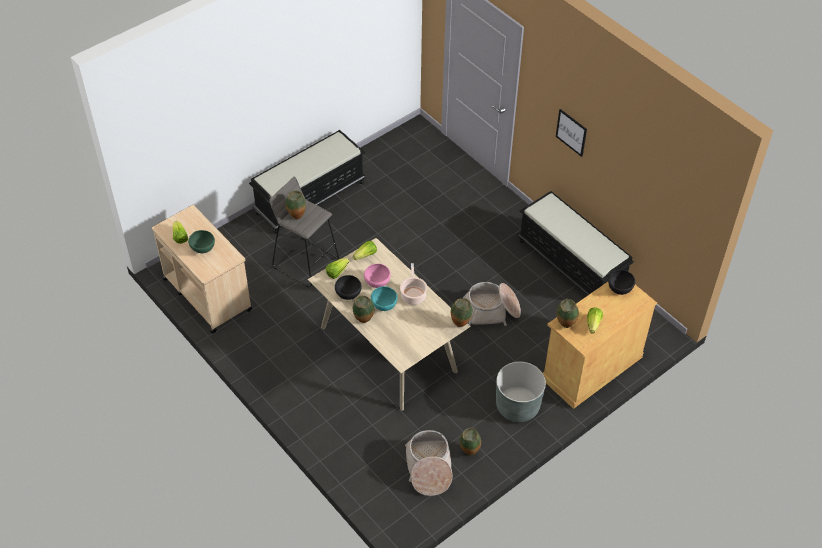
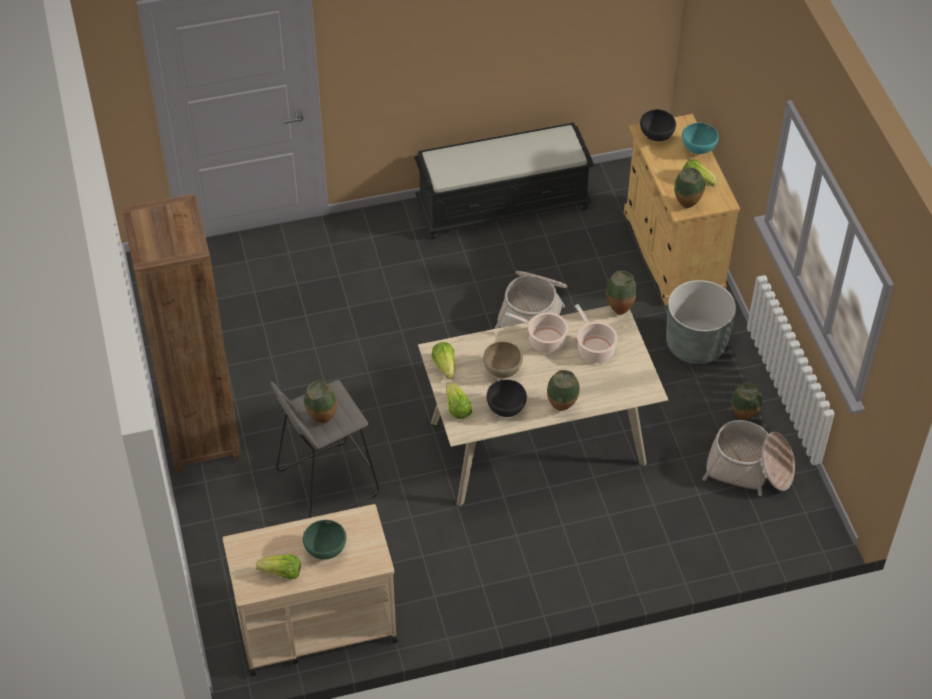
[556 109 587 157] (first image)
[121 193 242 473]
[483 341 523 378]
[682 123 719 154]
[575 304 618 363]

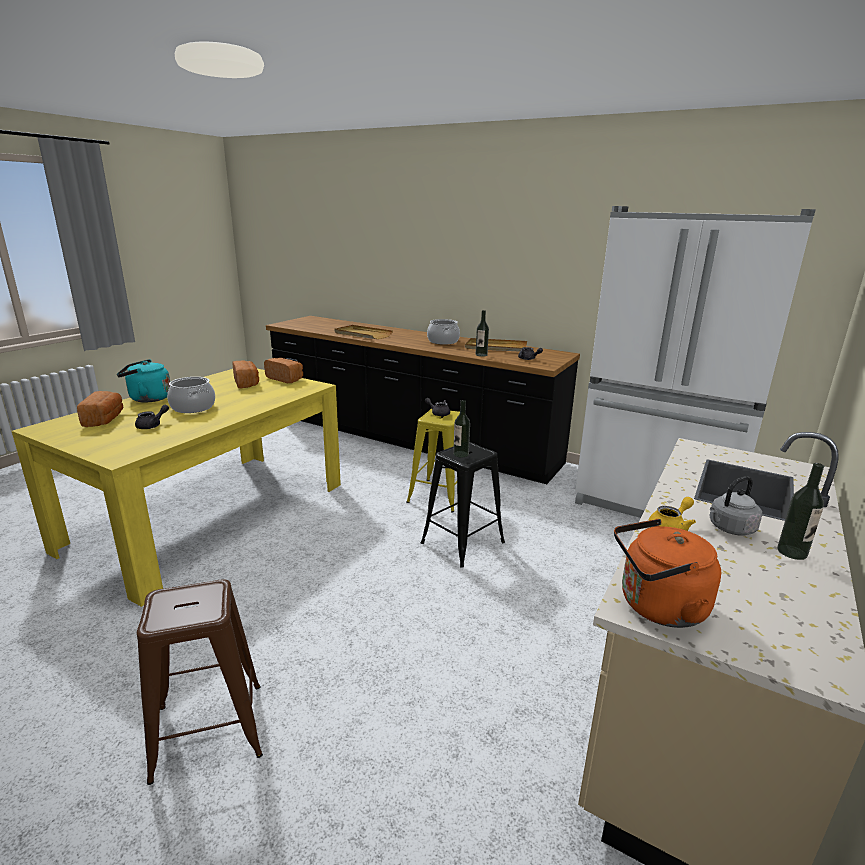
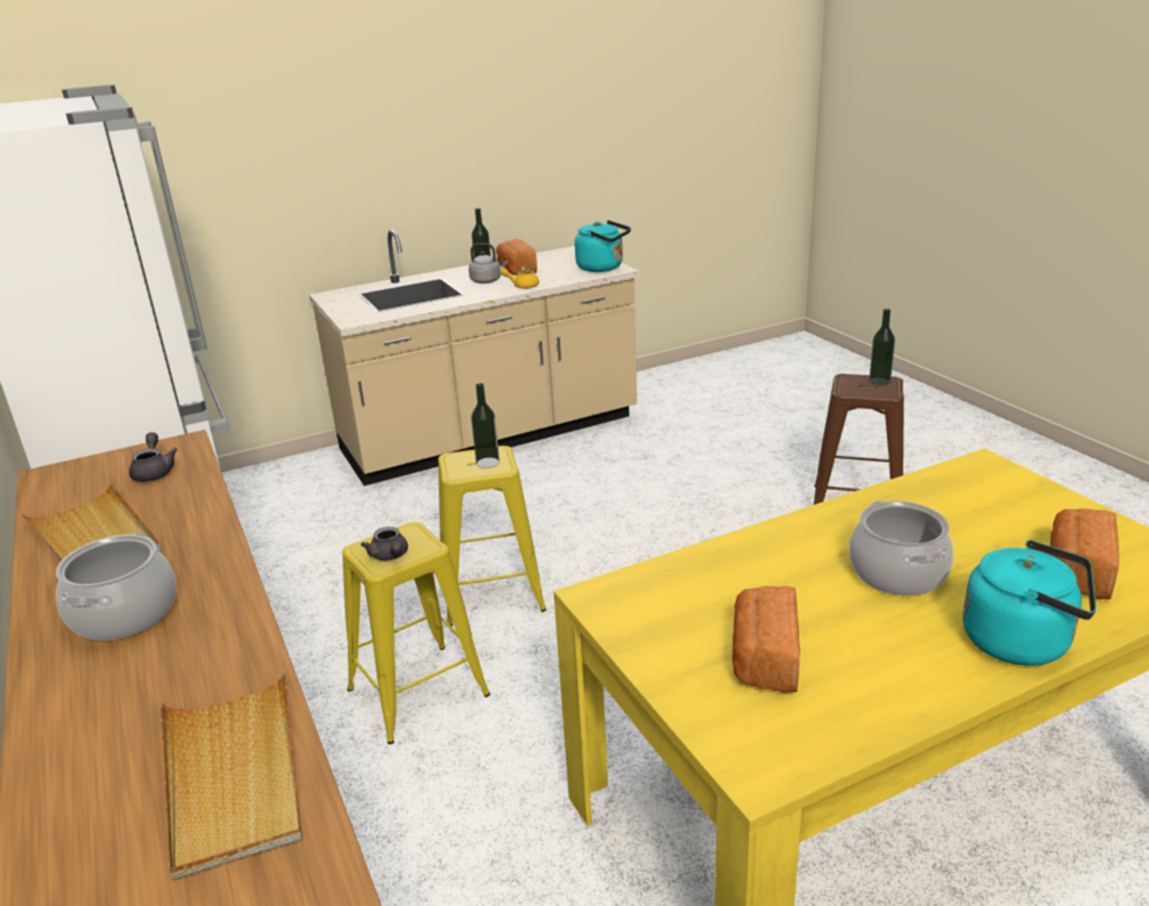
[869 309 895 386]
[496 239 537 275]
[135 405 169 429] (first image)
[438 446 546 626]
[575 220 631 272]

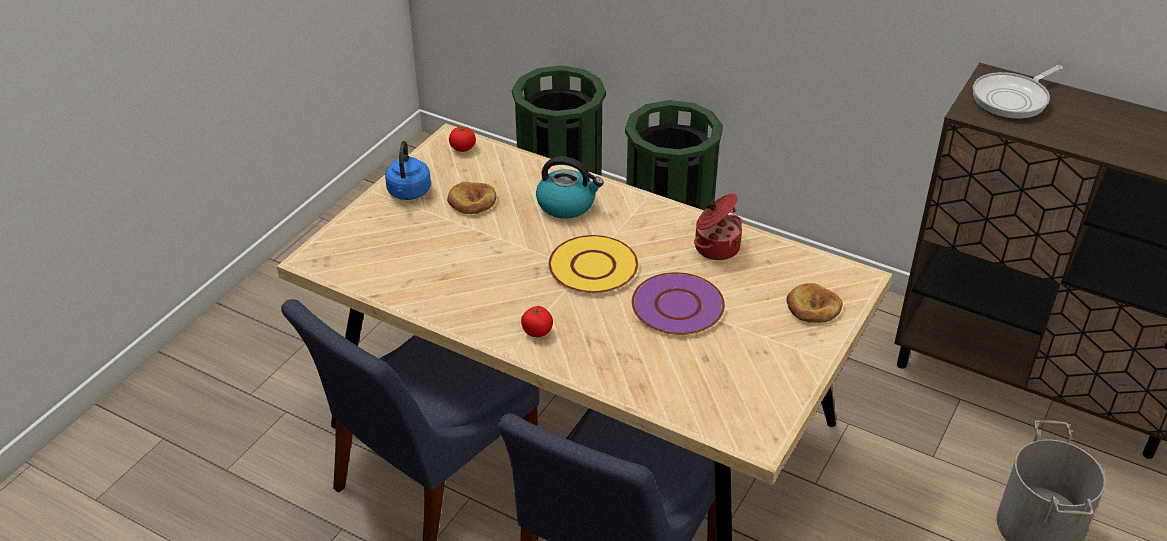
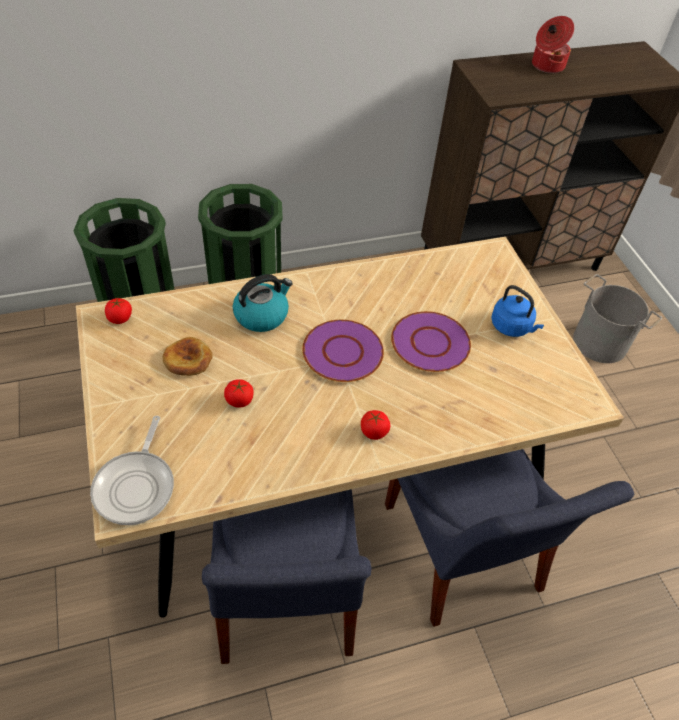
[90 416 174 525]
[491 285 544 337]
[532 16 574 73]
[302 320 384 382]
[786 283 843 323] (first image)
[224 379 254 408]

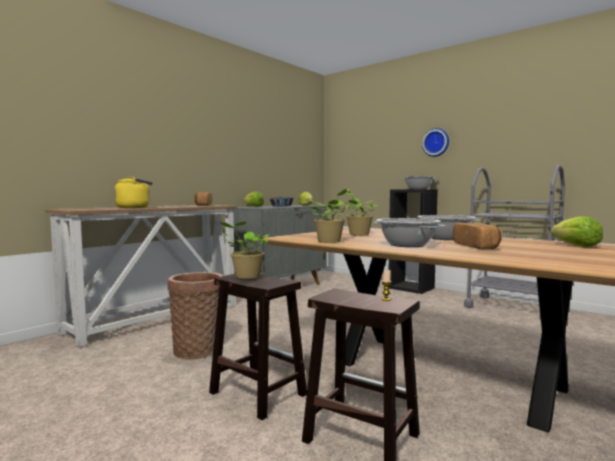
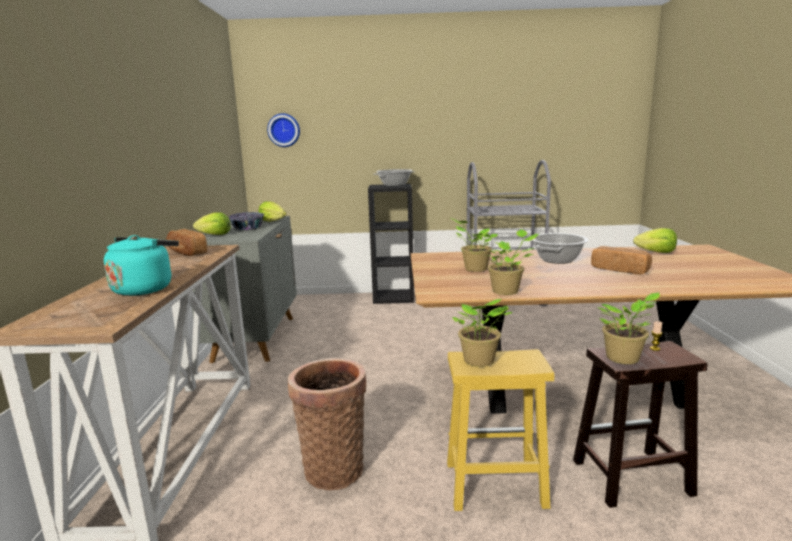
[267 113 300 147]
[104 235 179 296]
[374 218 446 247] (first image)
[447 349 554 511]
[597 292 660 364]

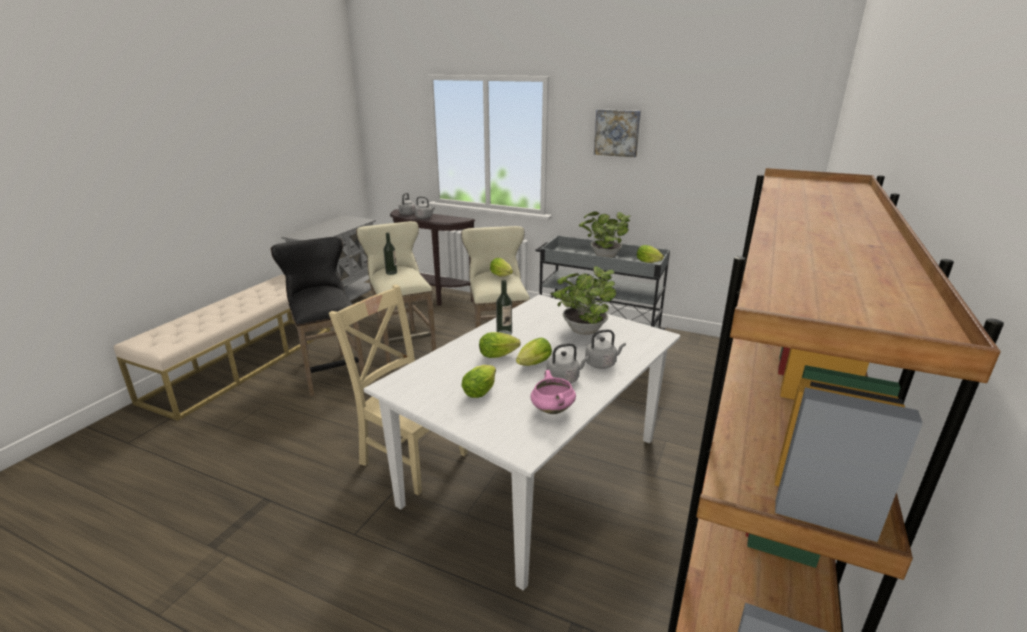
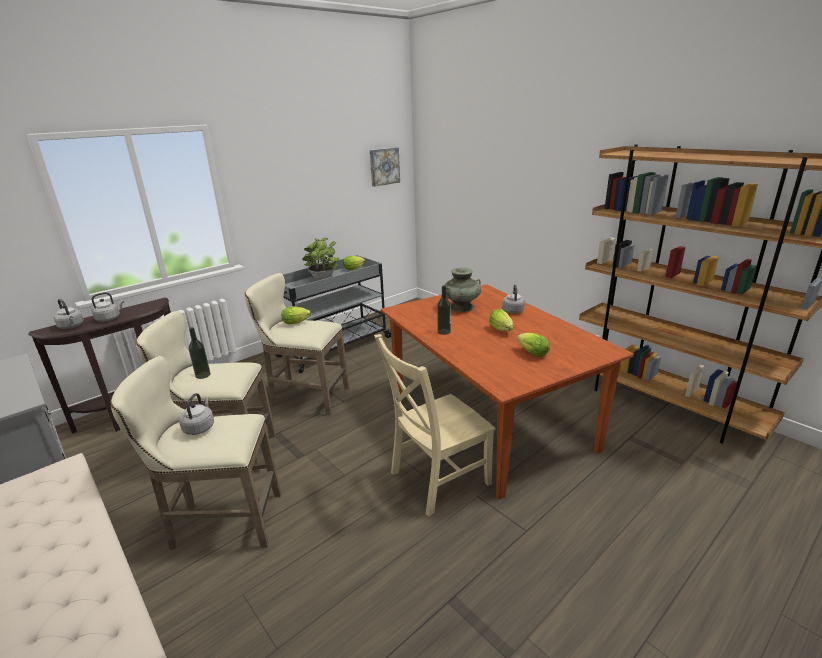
[370 147 400 187]
[110 356 281 550]
[444 267 481 312]
[381 284 634 500]
[479 332 521 358] (first image)
[179 393 214 435]
[530 370 576 414] (first image)

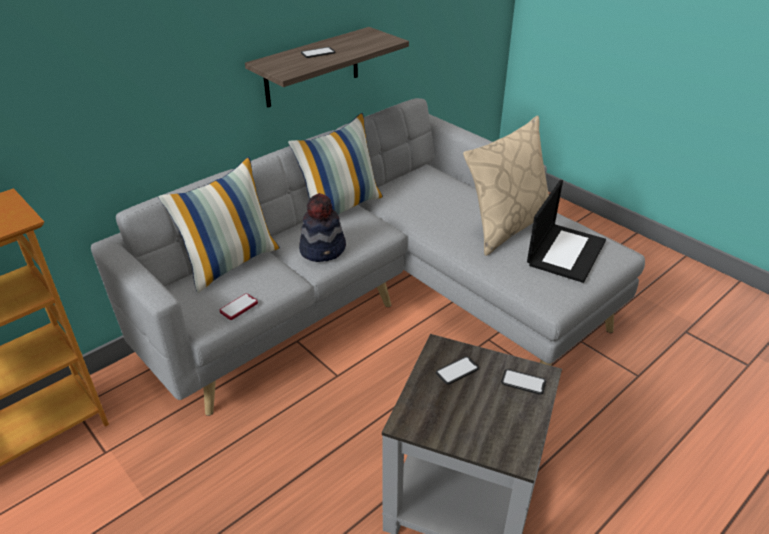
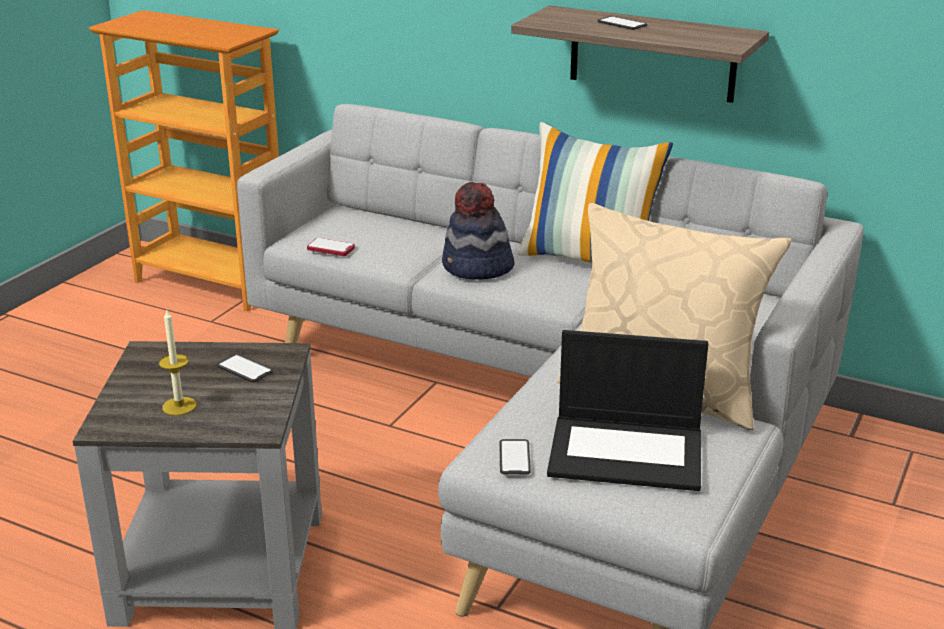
[158 157 280 293] (first image)
[499 439 531 474]
[159 310 197 415]

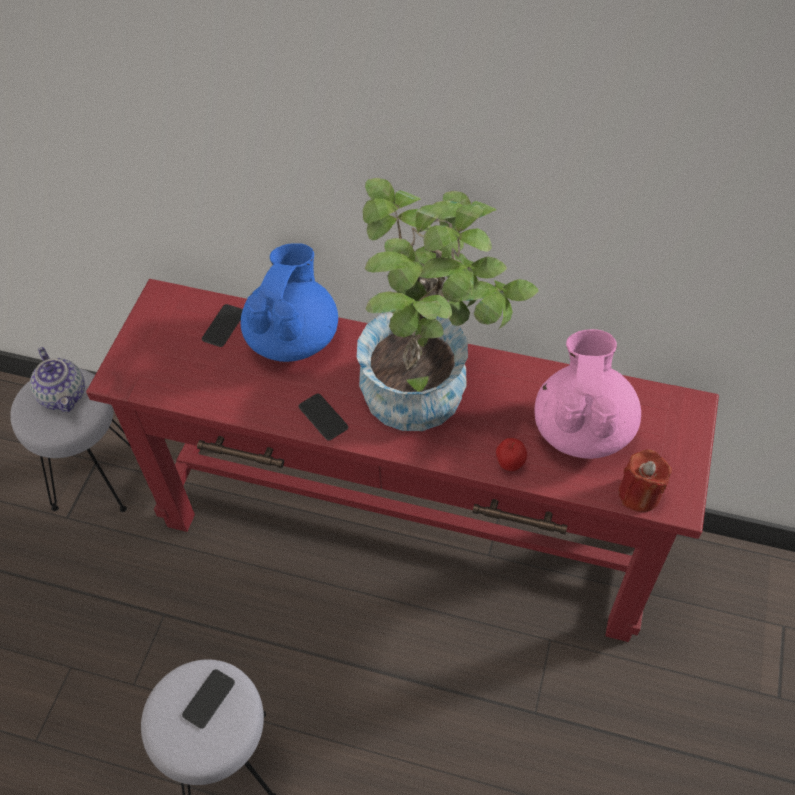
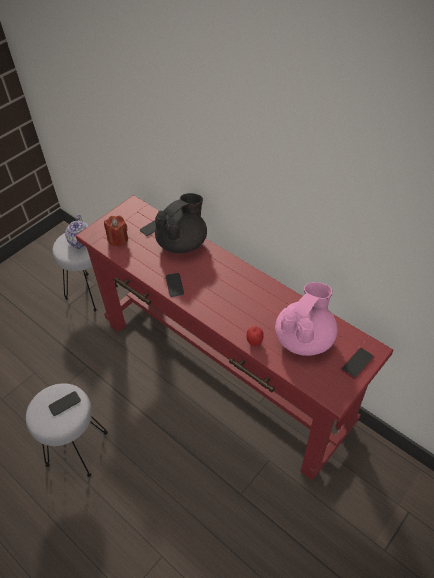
[357 178 538 431] (first image)
[155 193 207 253]
[104 216 128 247]
[341 347 374 379]

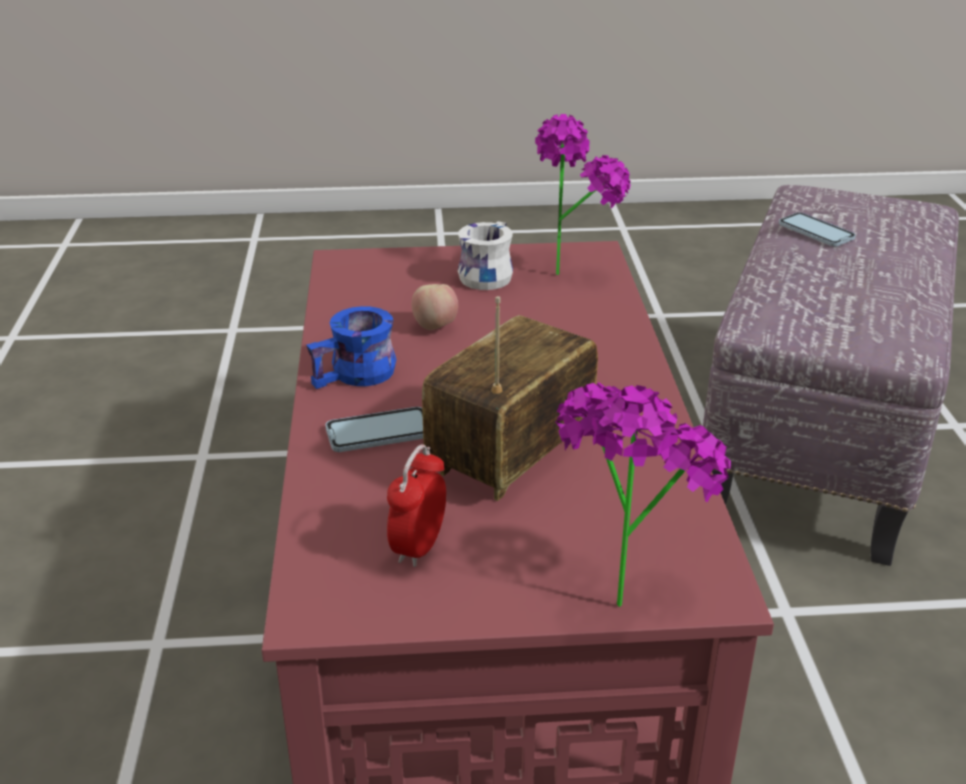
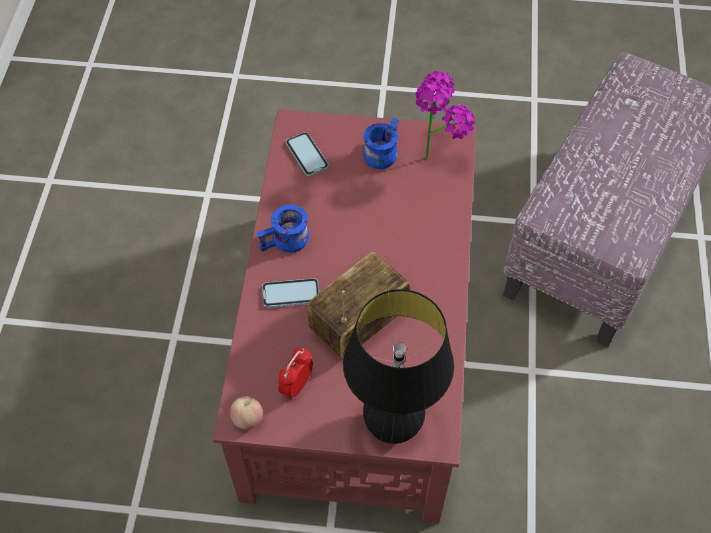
[286 132 329 176]
[363 118 399 169]
[230 396 263 430]
[343 289 454 444]

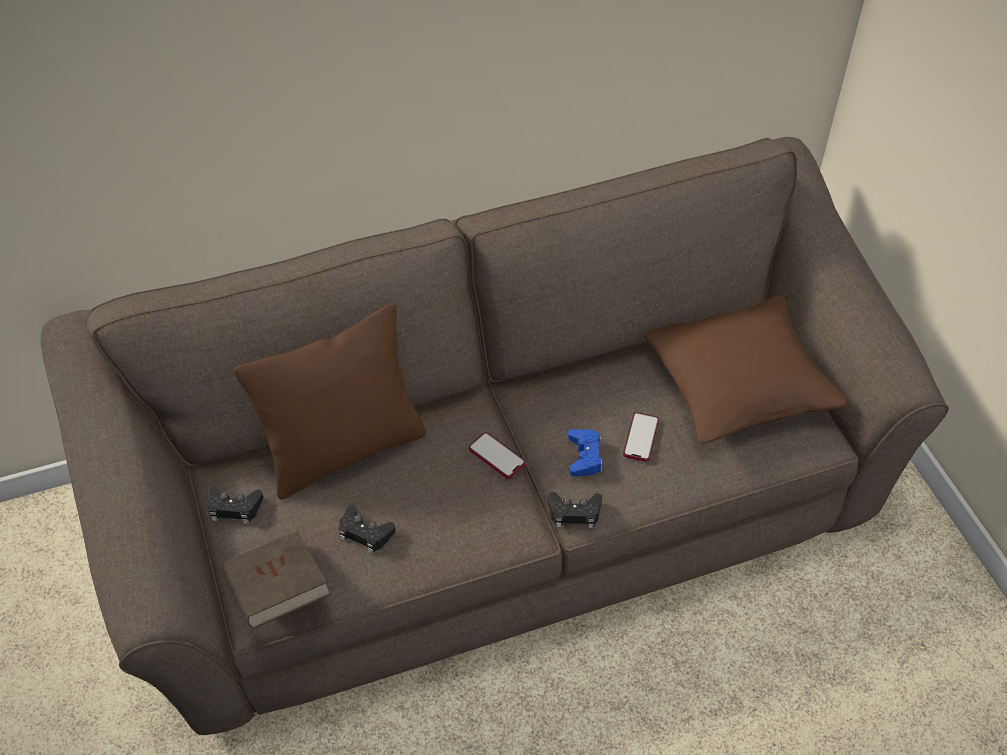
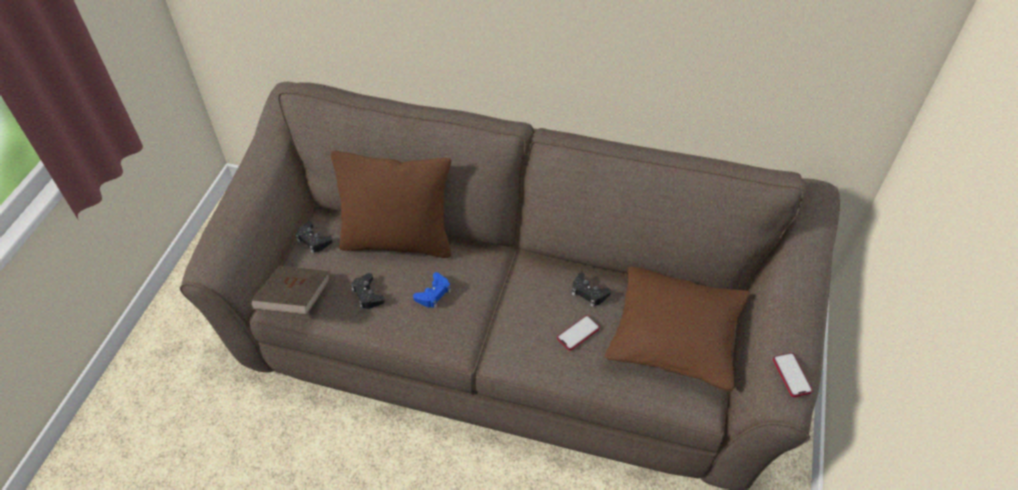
[413 272 451 308]
[773 353 813 397]
[572 273 611 307]

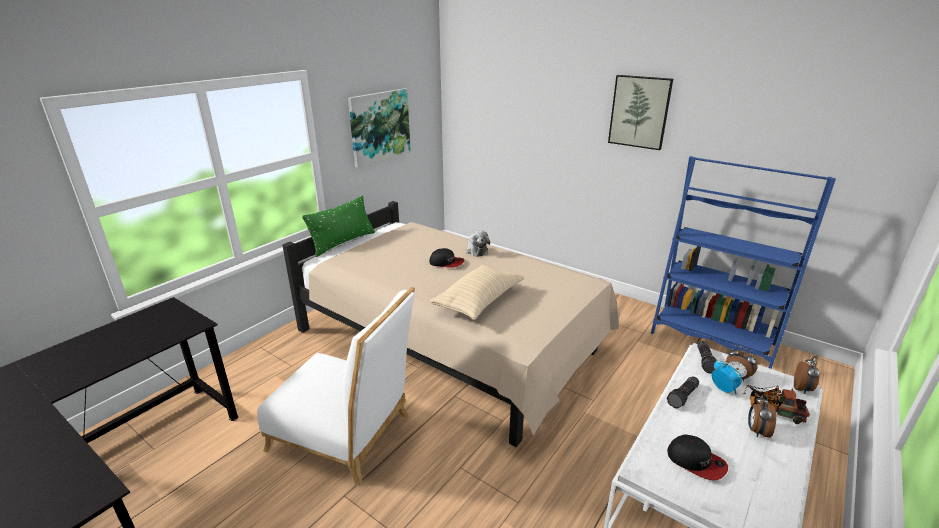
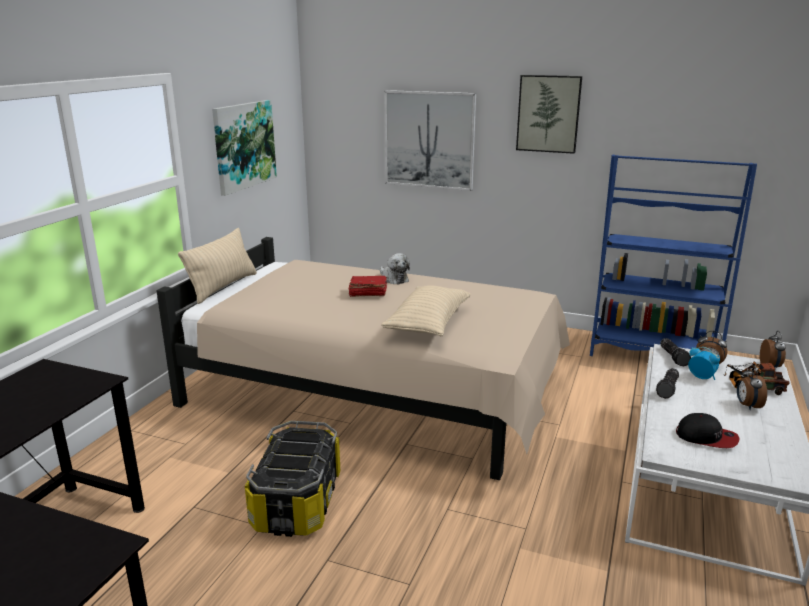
[178 228 257 304]
[349 276 387 297]
[245 421 340 537]
[384 90 476 191]

